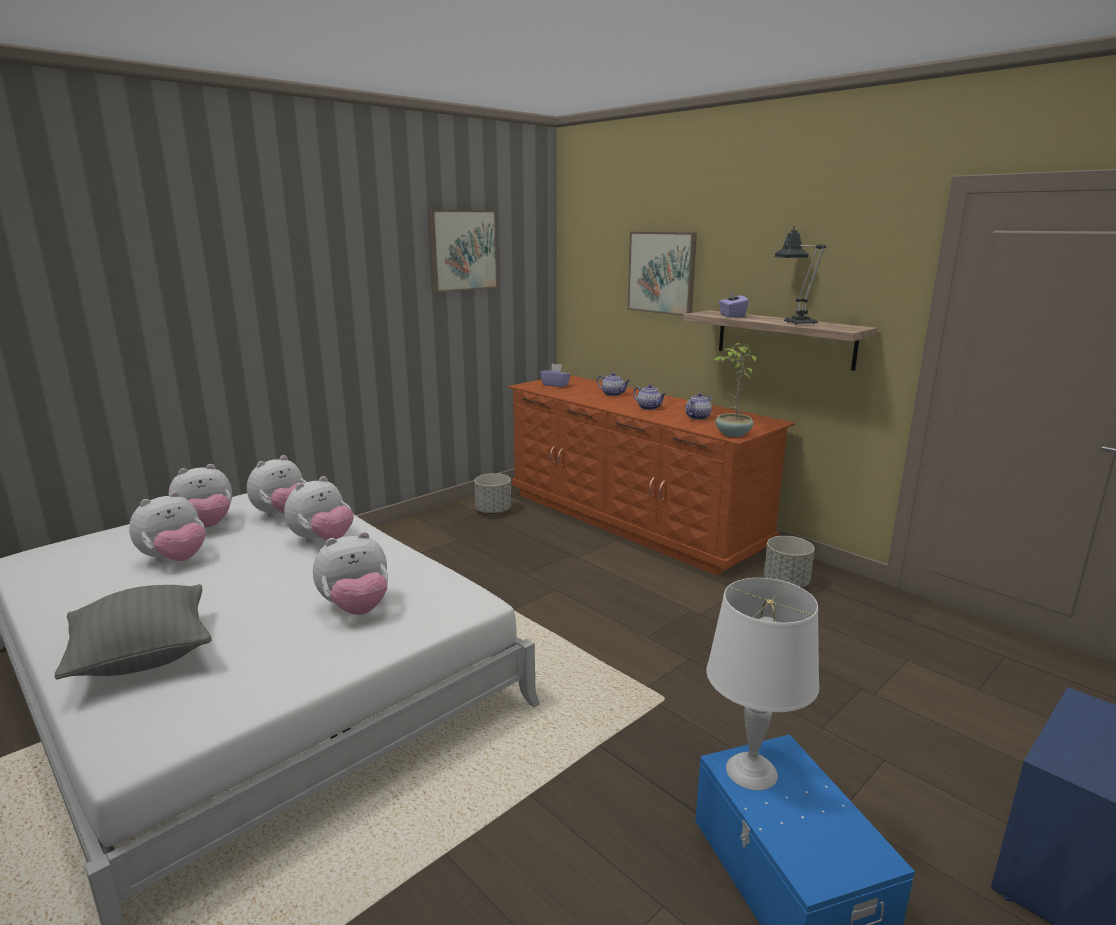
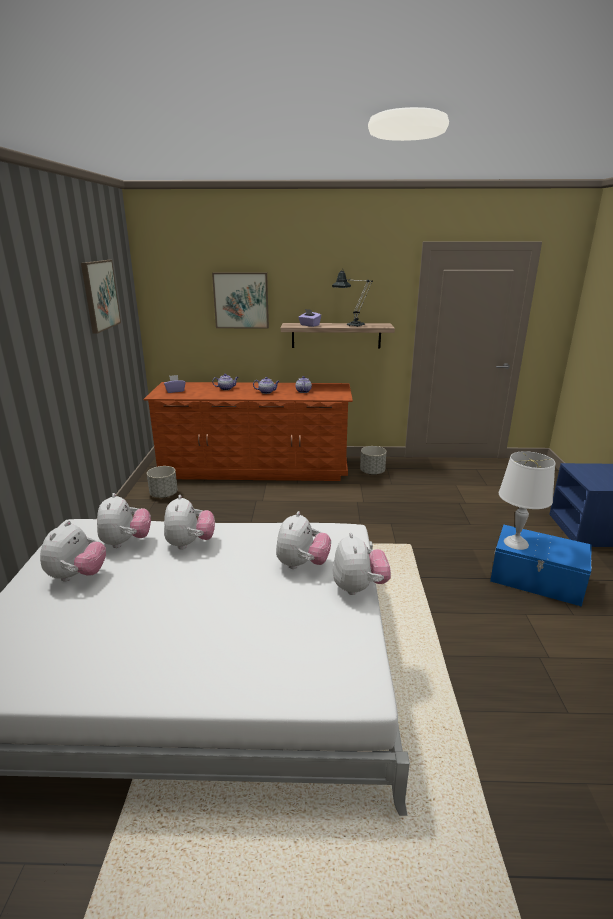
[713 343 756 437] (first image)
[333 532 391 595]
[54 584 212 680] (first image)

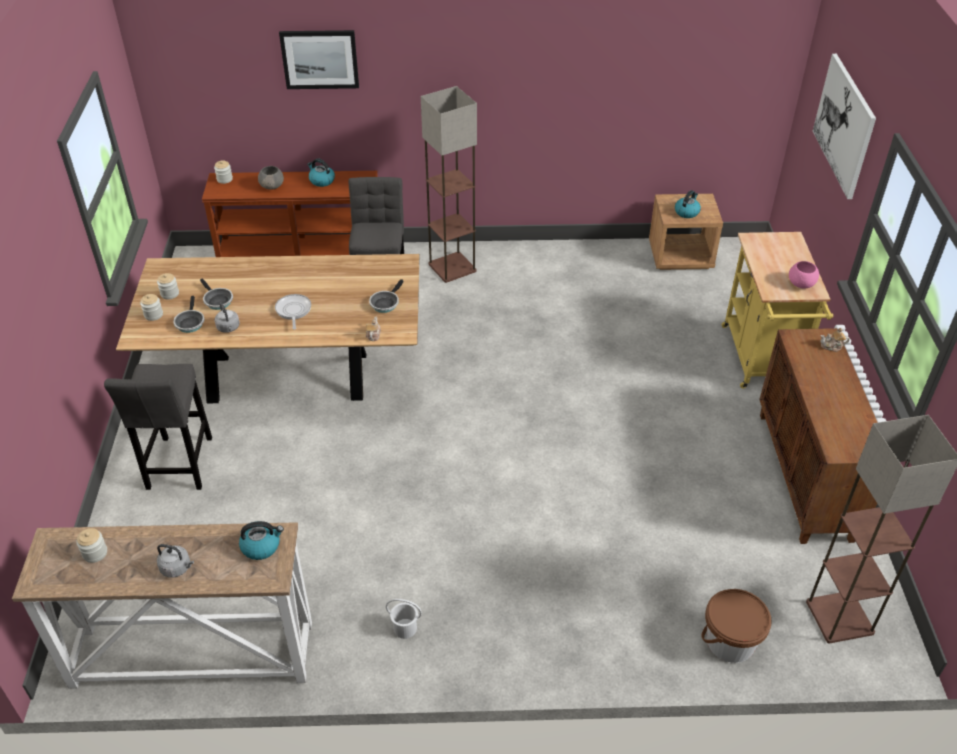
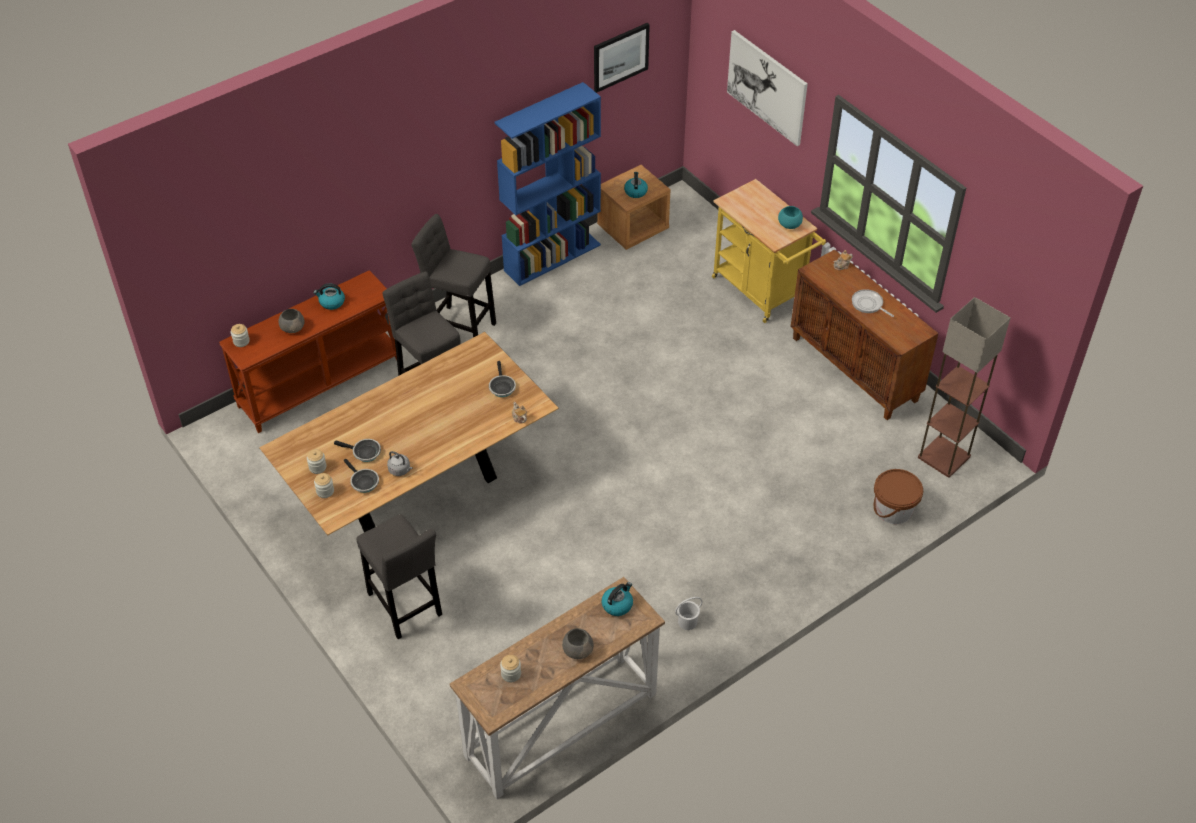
[594 23 650 93]
[411 214 496 338]
[778 206 803 229]
[852 289 894 317]
[562 628 594 659]
[495 82 601 286]

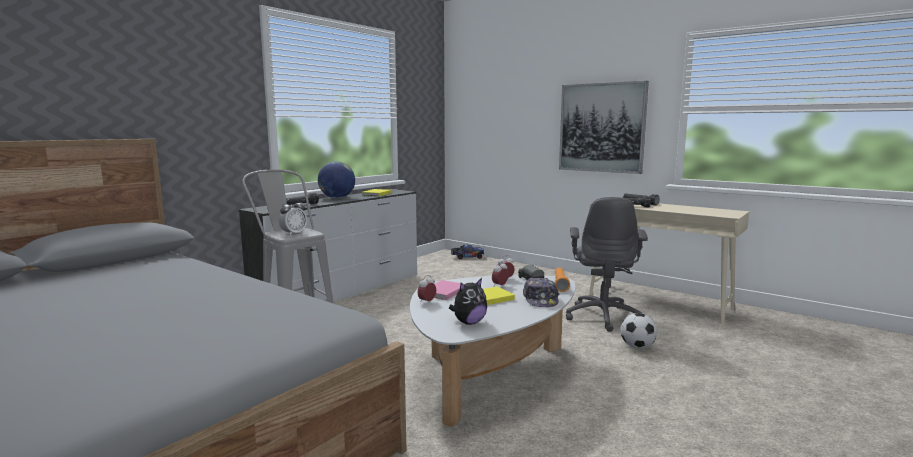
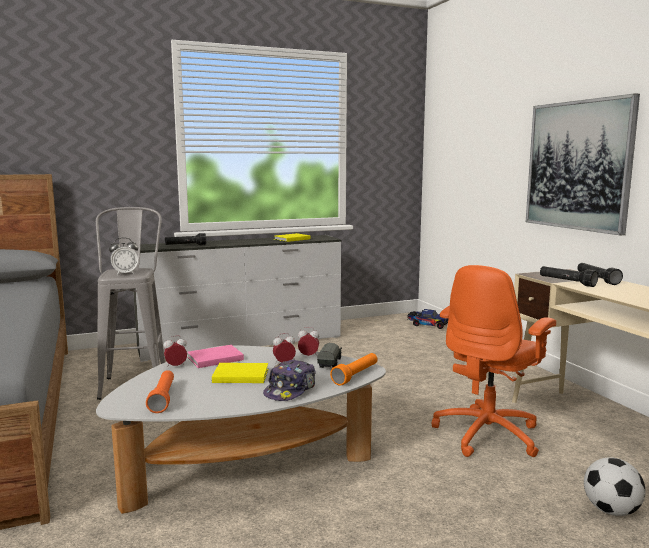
[318 161 355 198] (first image)
[431 265 556 457]
[146 370 174 413]
[584 457 646 516]

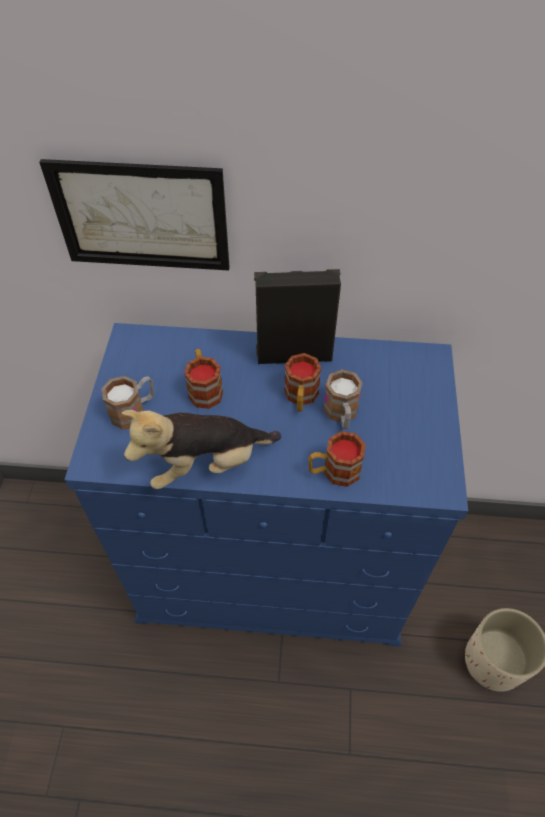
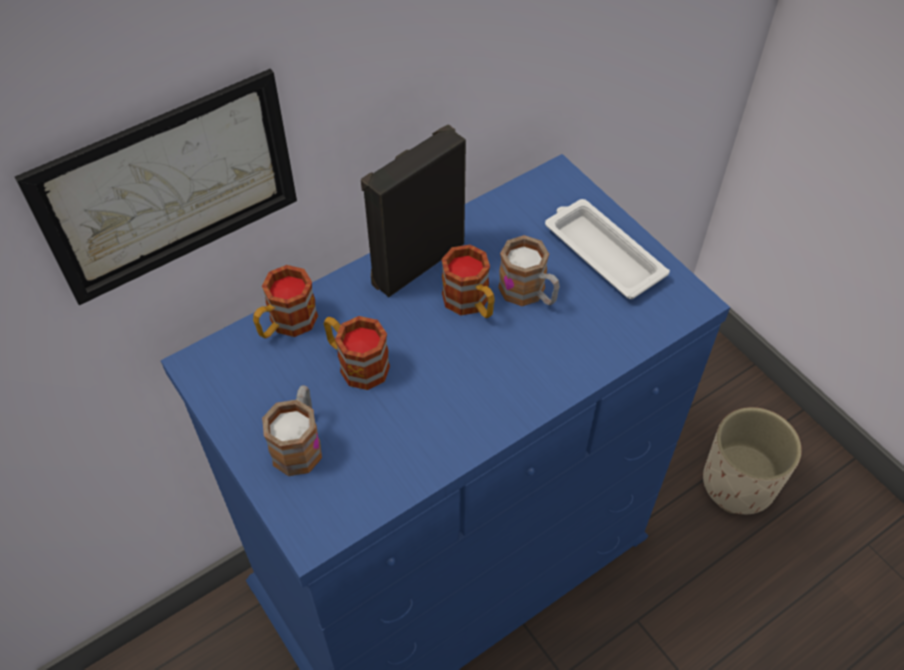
[122 410 281 489] (first image)
[253 265 318 339]
[545 199 670 299]

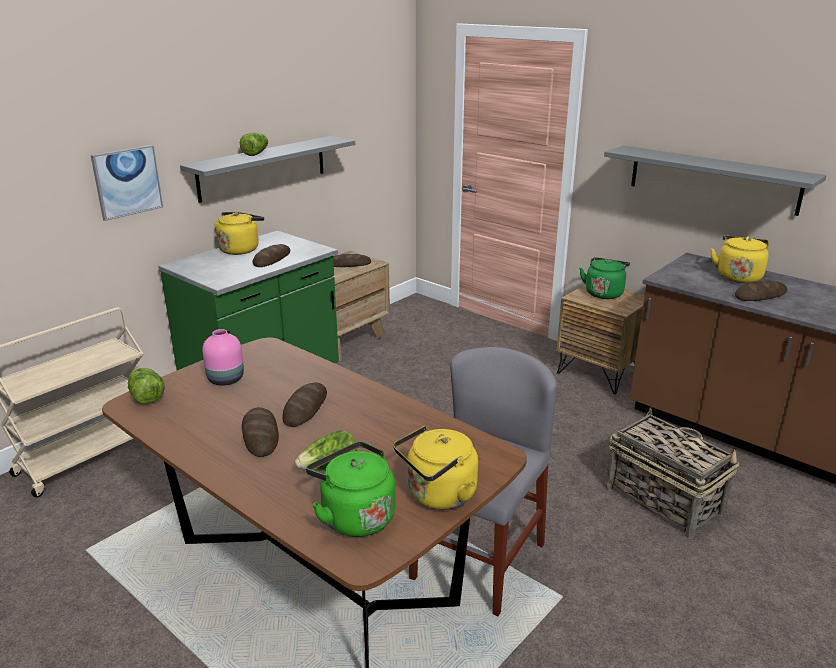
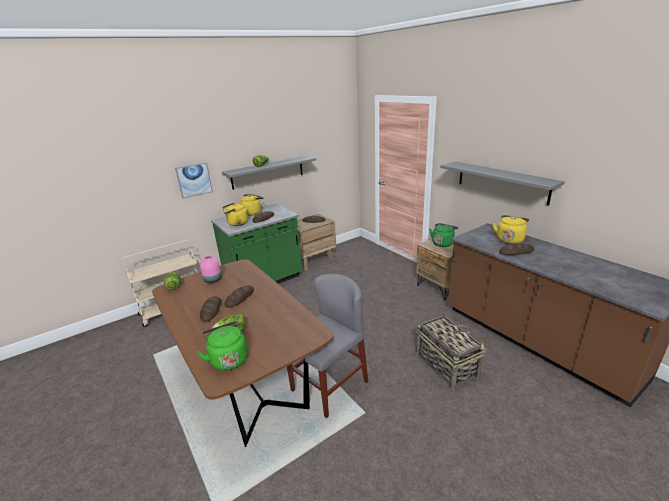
[223 203 248 226]

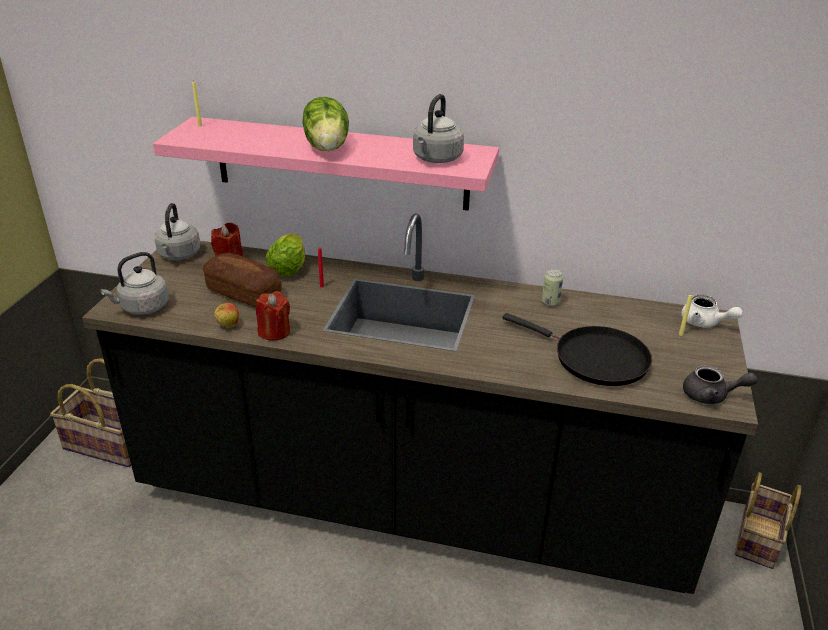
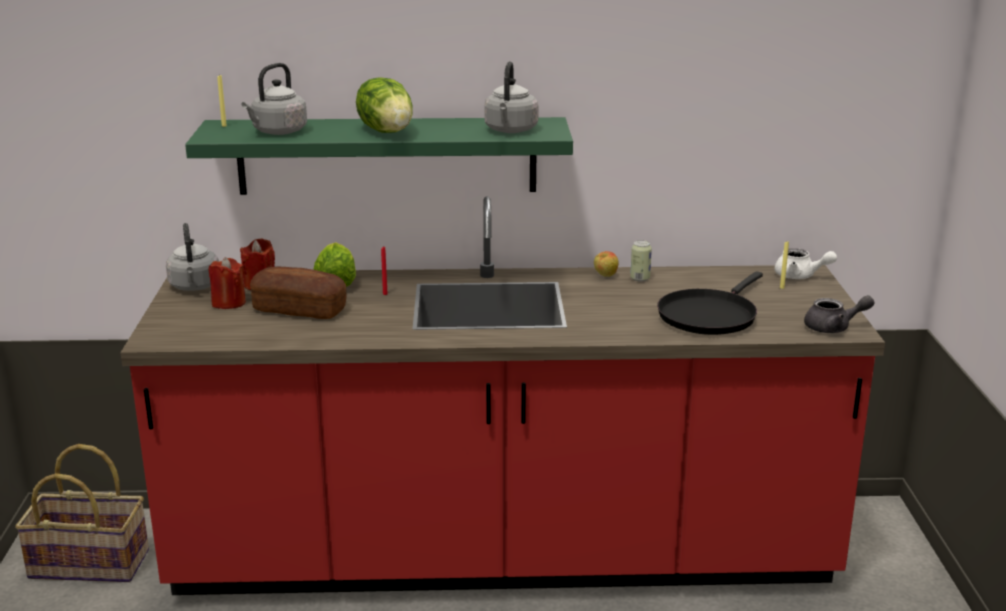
[185 117 573 195]
[120 196 885 595]
[241 63 307 135]
[208 257 246 309]
[594 251 619 277]
[657 271 763 335]
[735 472 801 569] (first image)

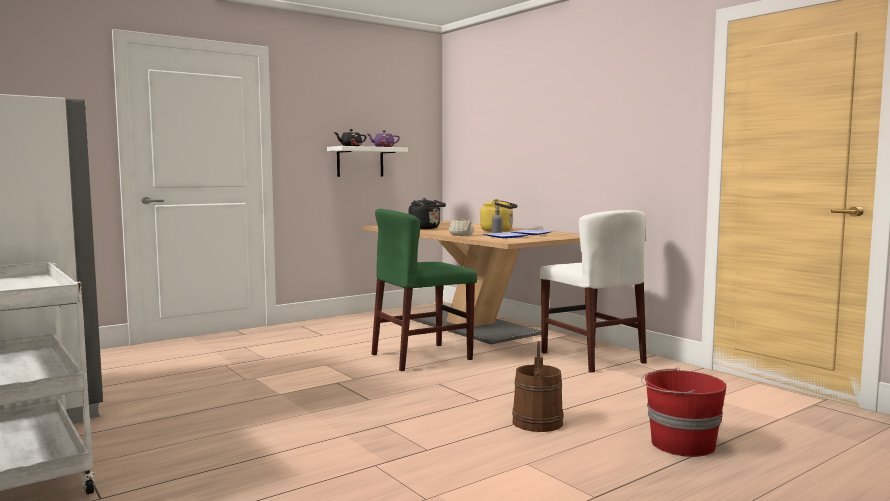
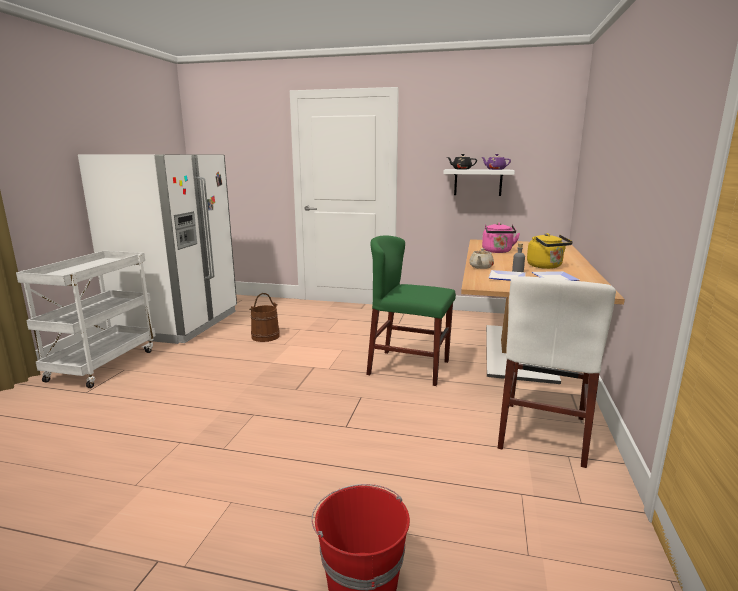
[482 223 520 253]
[249 293 280 342]

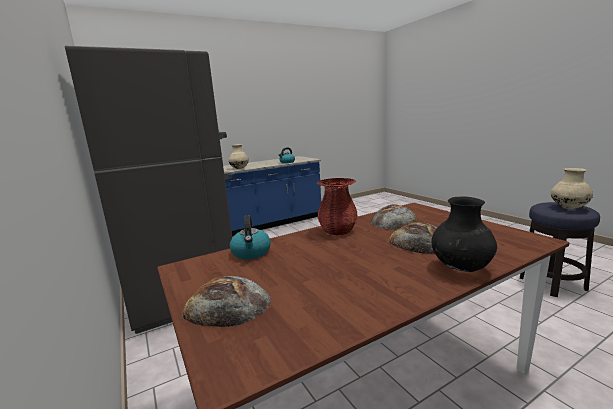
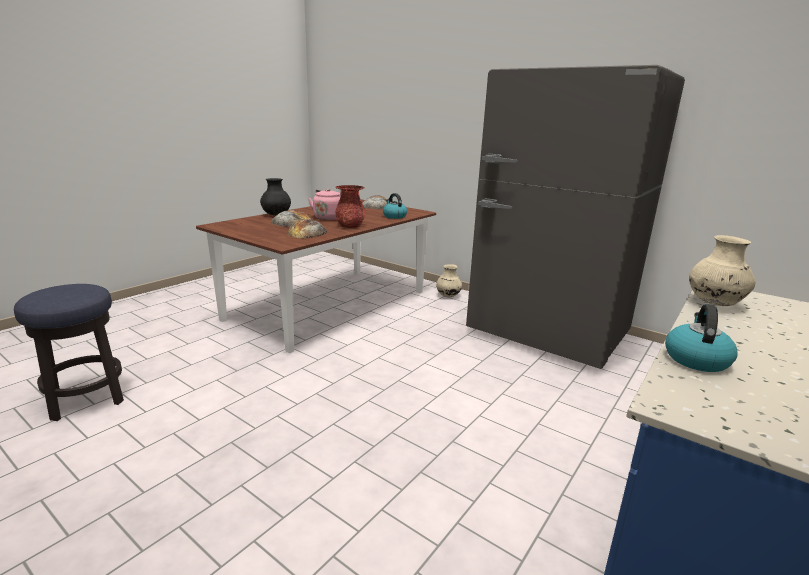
[436 264 462 297]
[308 189 342 220]

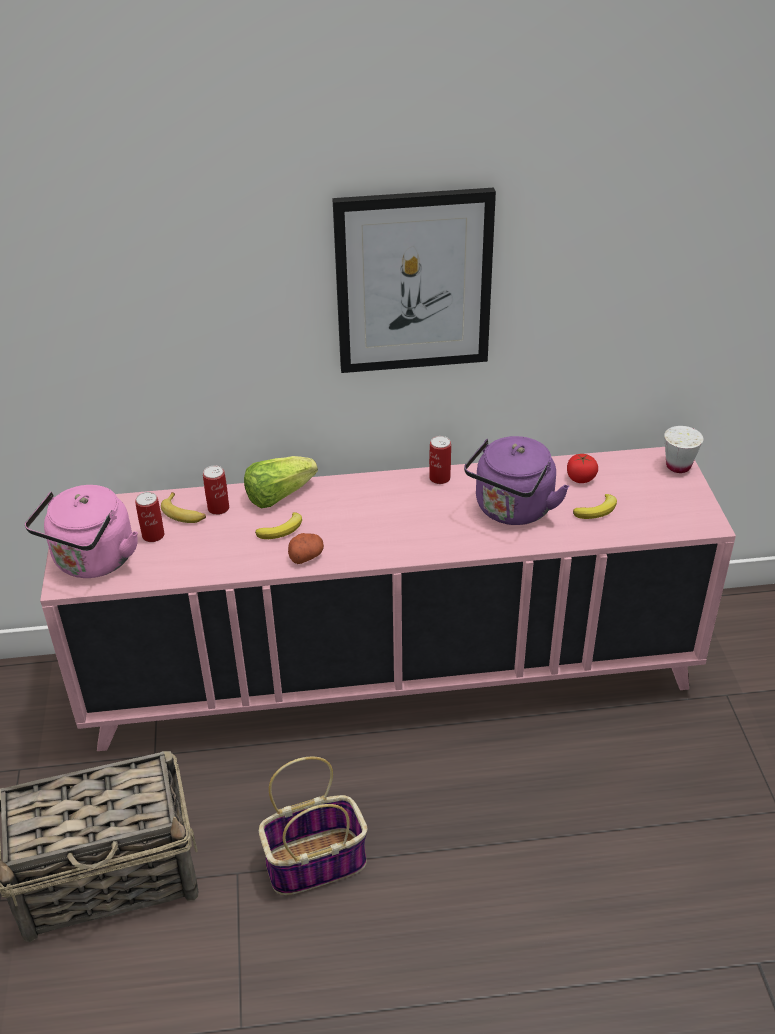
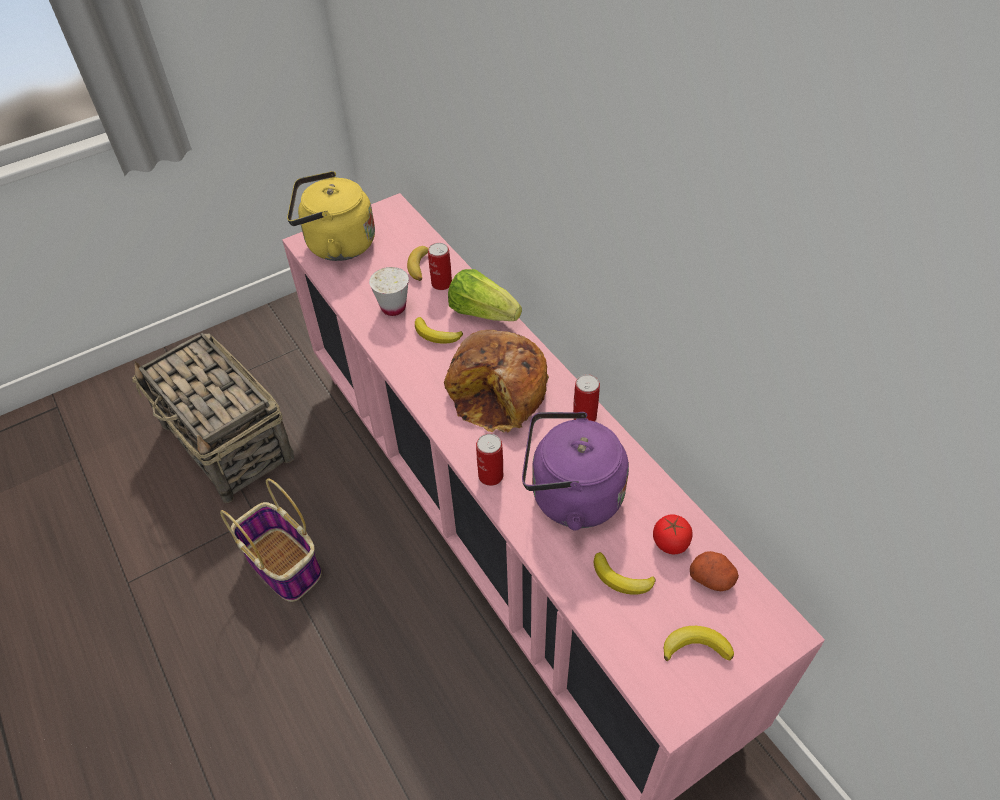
[332 187 496 373] (first image)
[369 267 409 316]
[287 171 375 261]
[476 434 503 486]
[690 551 739 591]
[444 330 549 432]
[664 626 734 661]

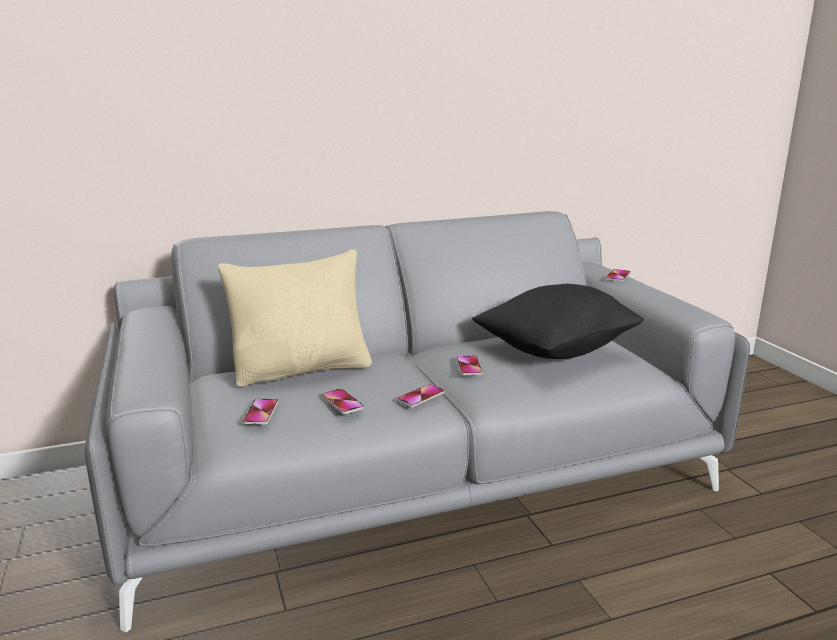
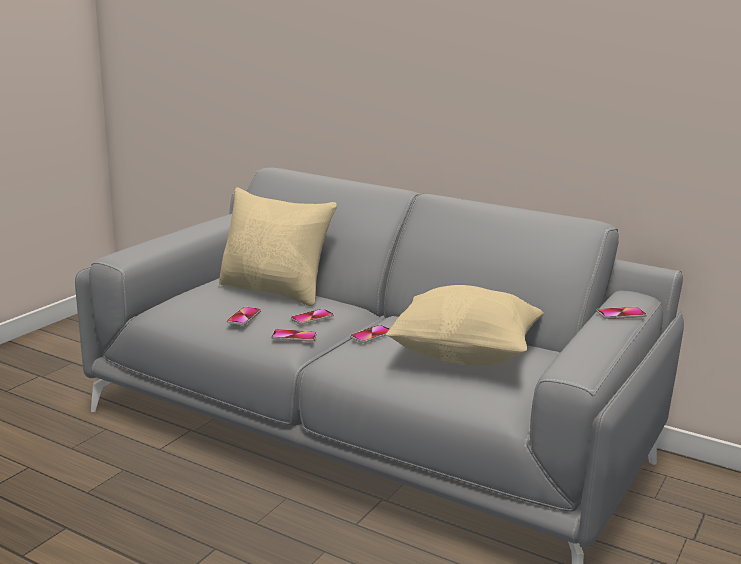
[386 285 544 366]
[291 309 334 325]

